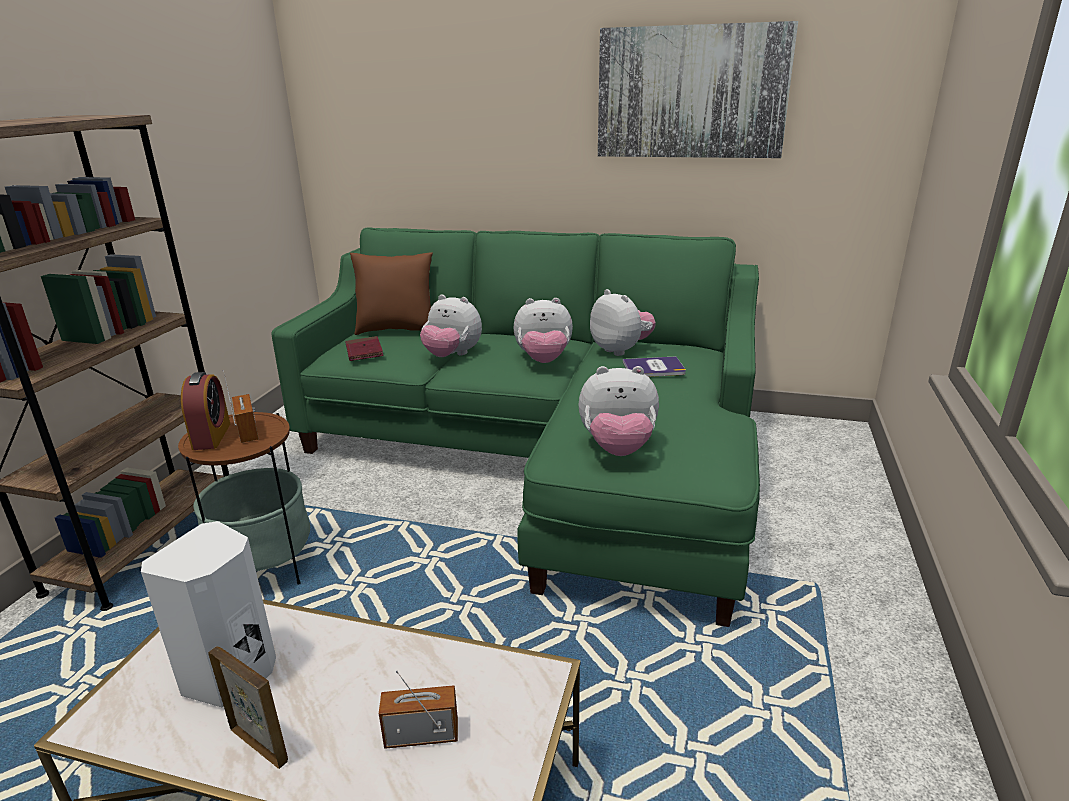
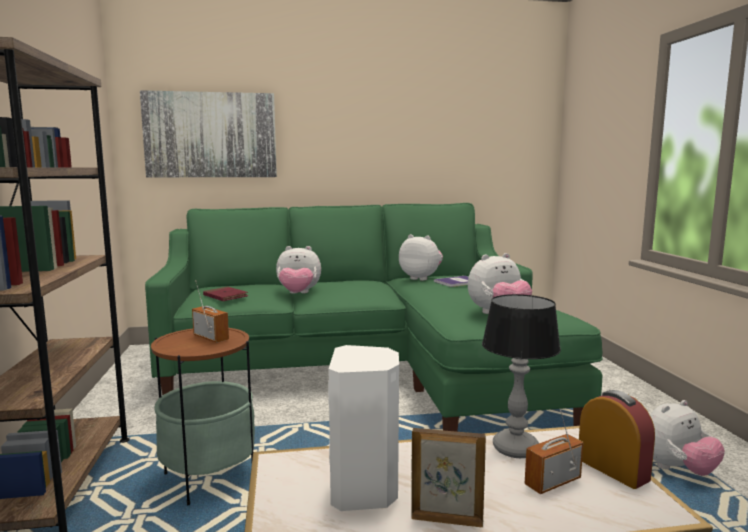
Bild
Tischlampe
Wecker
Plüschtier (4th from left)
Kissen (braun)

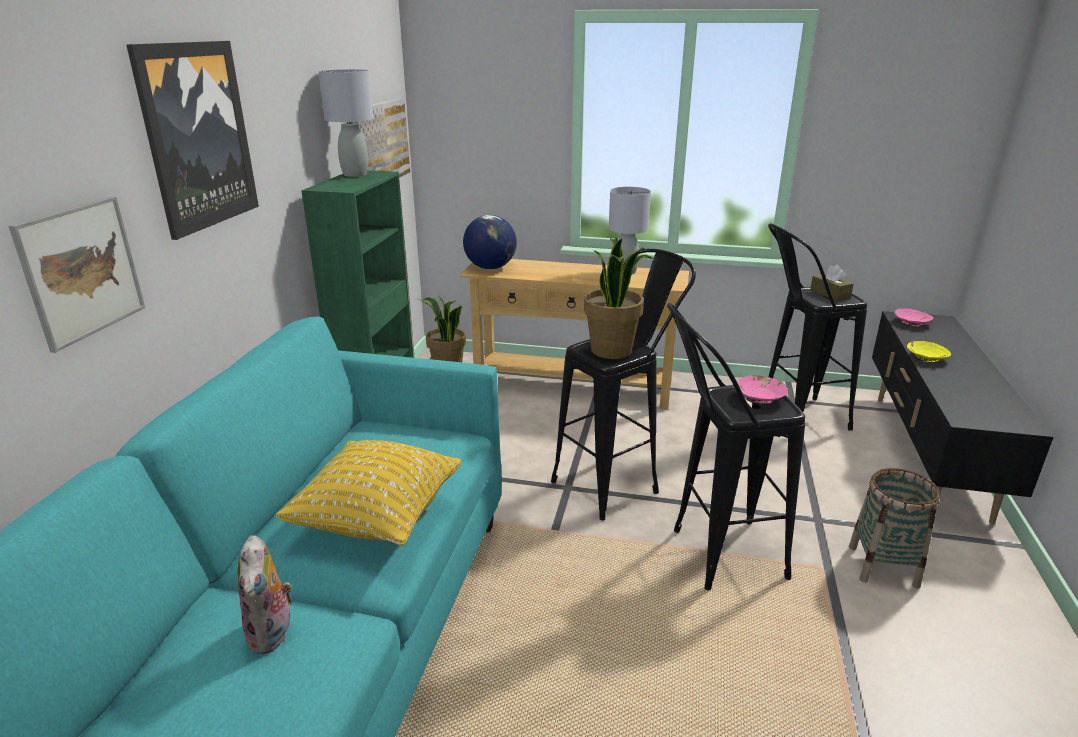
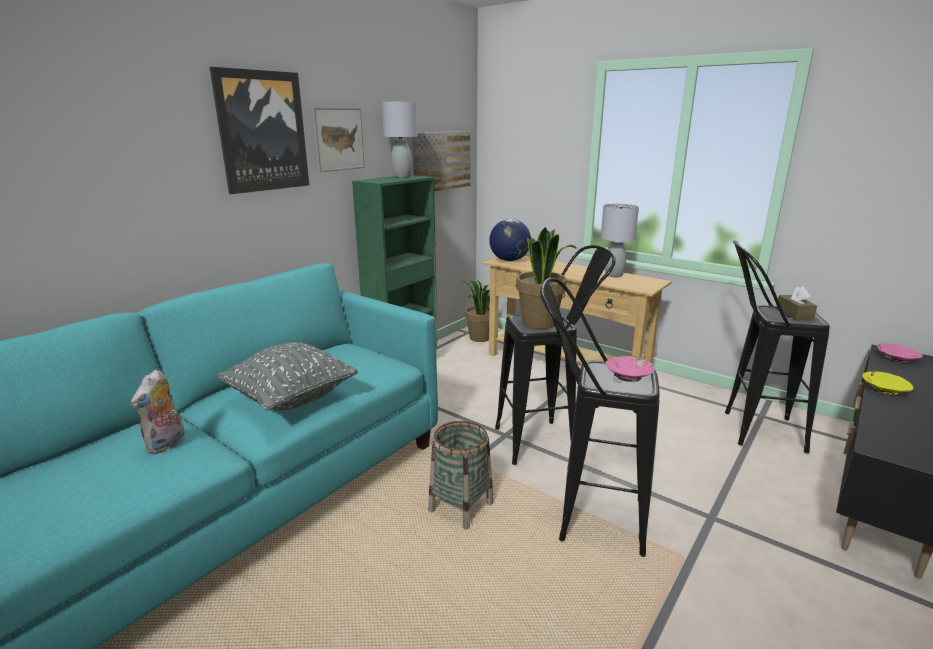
Kissen (grau)
Bild (2nd from left)
Korb

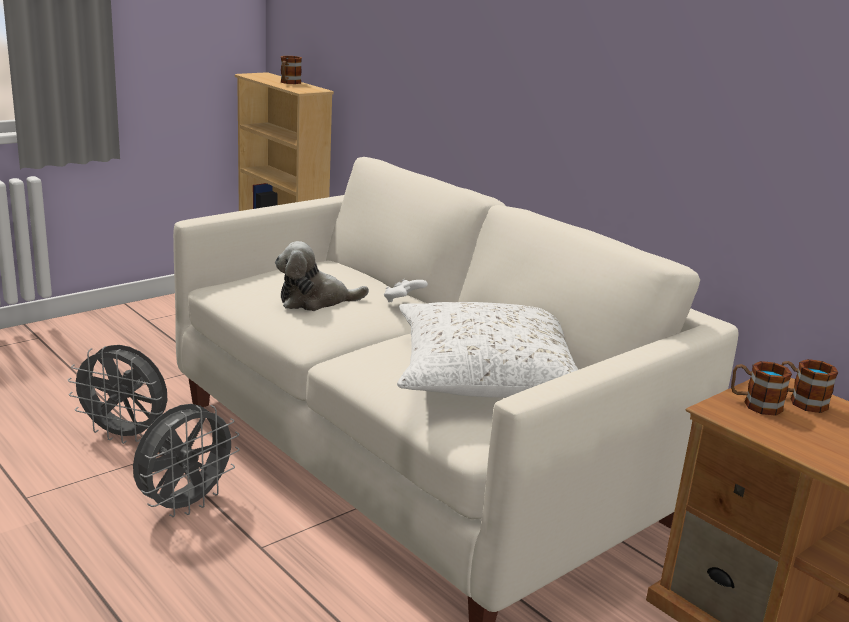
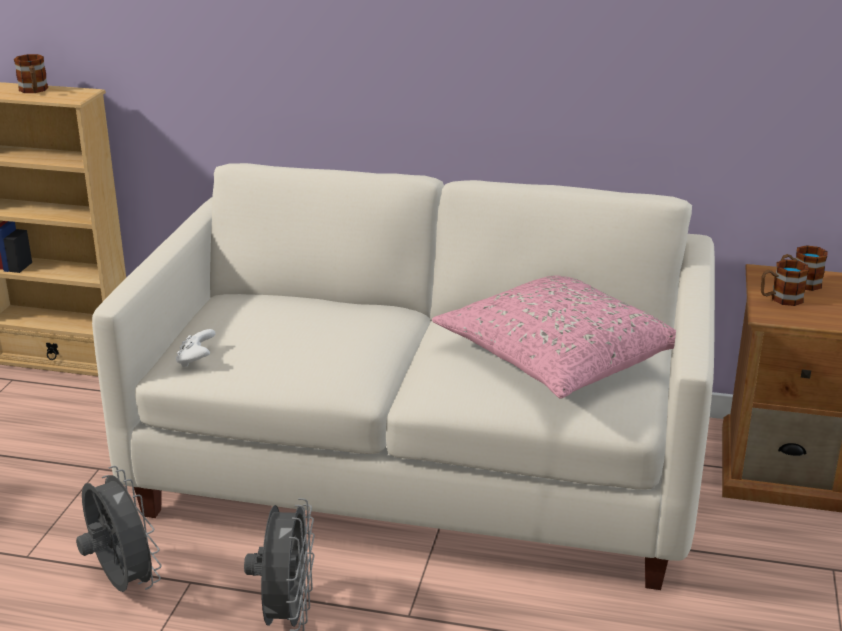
Ventilator (grau) (1st from left)
Gamepad (weiß)
Kissen (rosa)
Plüschtier

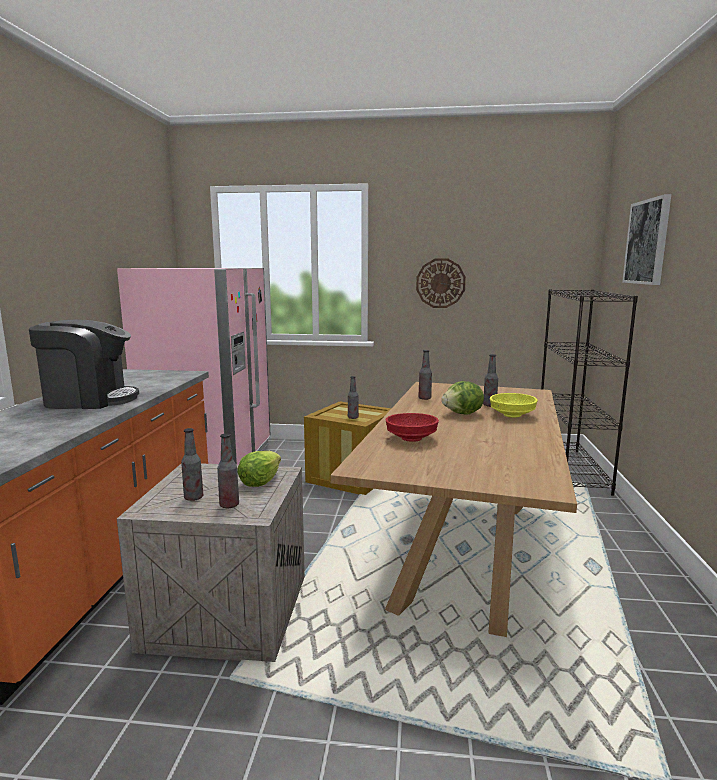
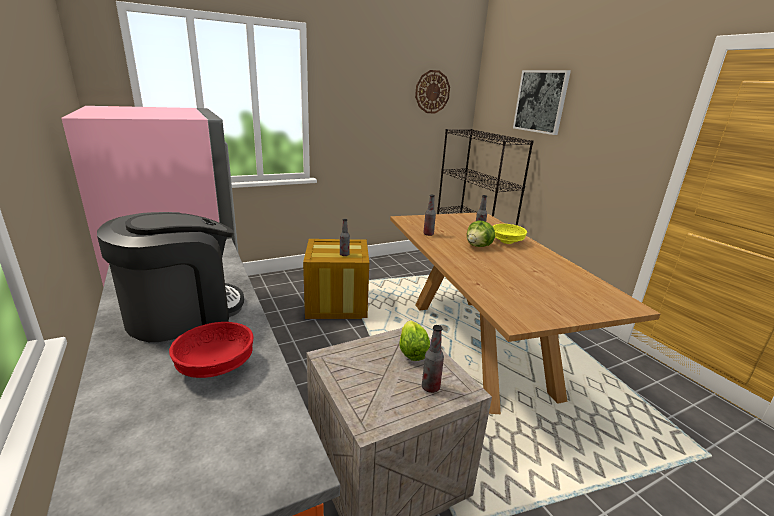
Schüssel (rot)
Wanduhr
Flasche (1st from left in the first image)

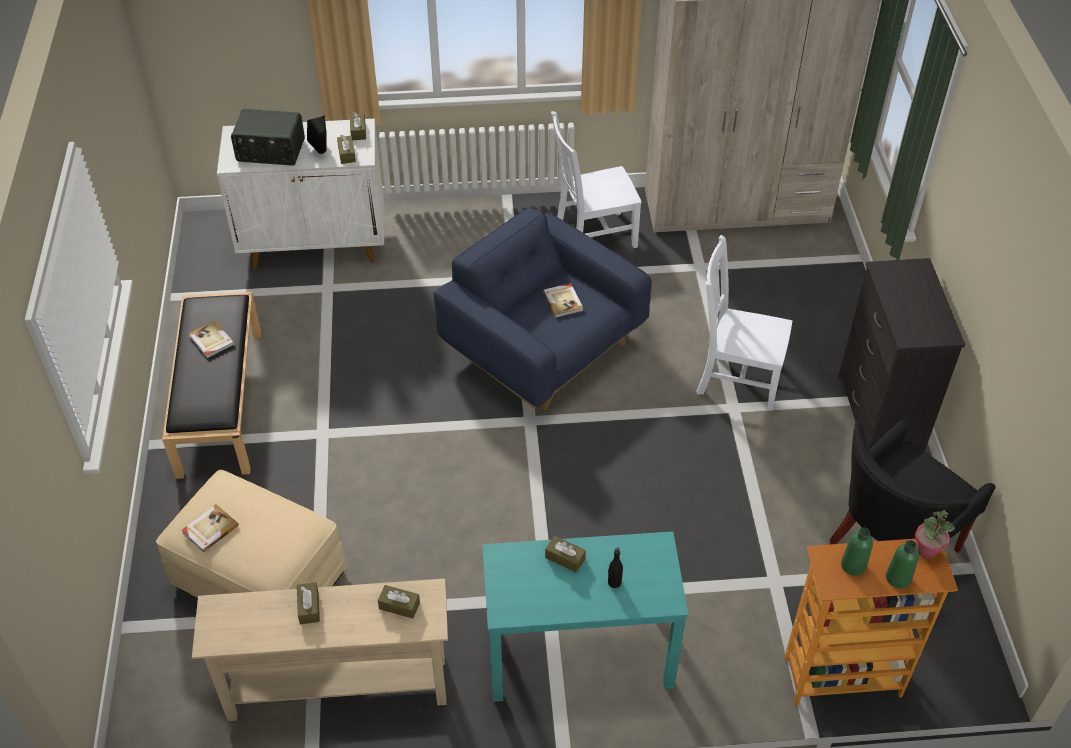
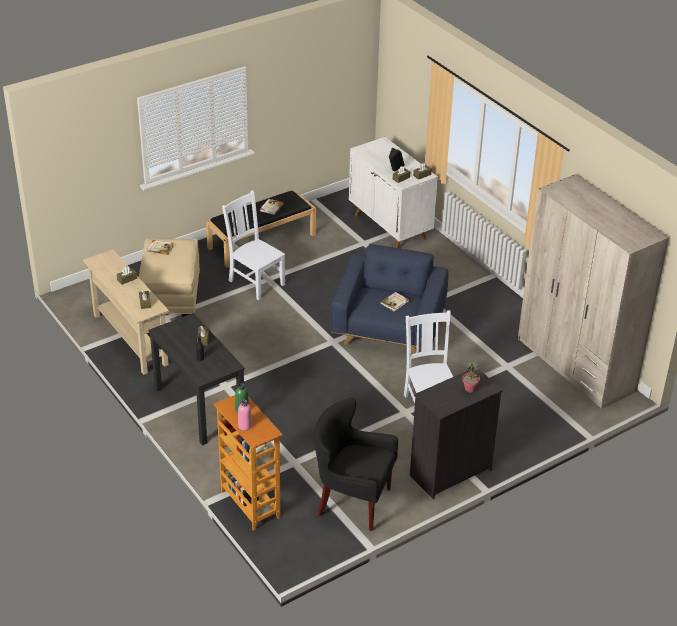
Schreibtisch (schwarz)
Stuhl (weiß) (1st from left)
Flasche (rosa)
Topfpflanze
Radio

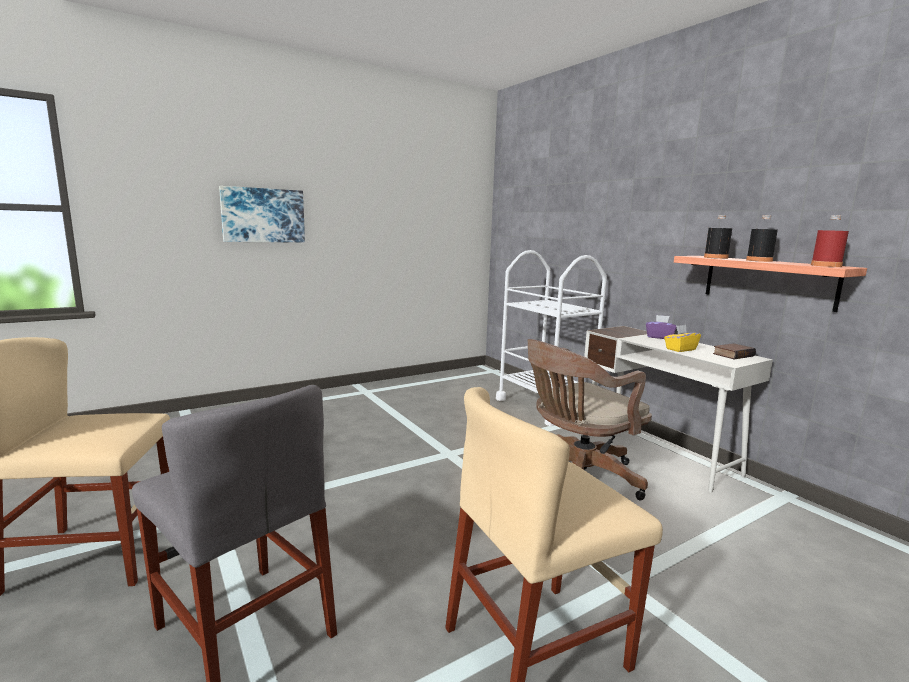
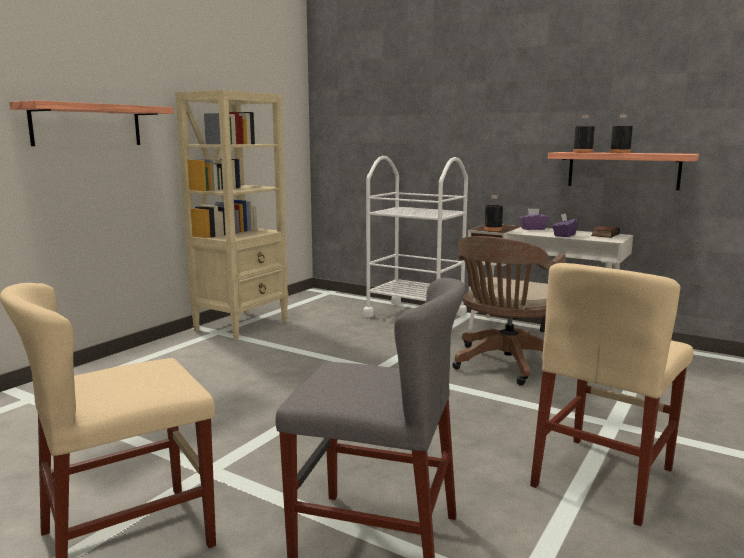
Wandregal (1st from left)
Bücherregal (beige)
Flasche (schwarz) (1st from left)
Taschentuchbox (lila) (2nd from left)
Flasche (rot)

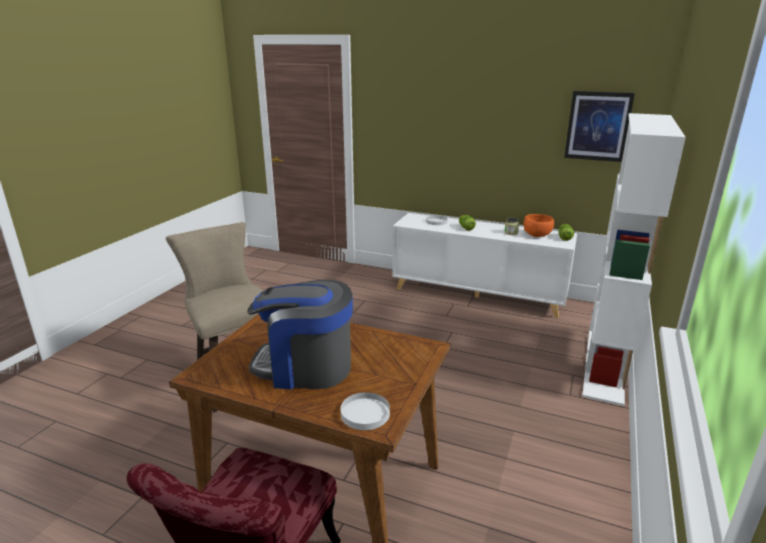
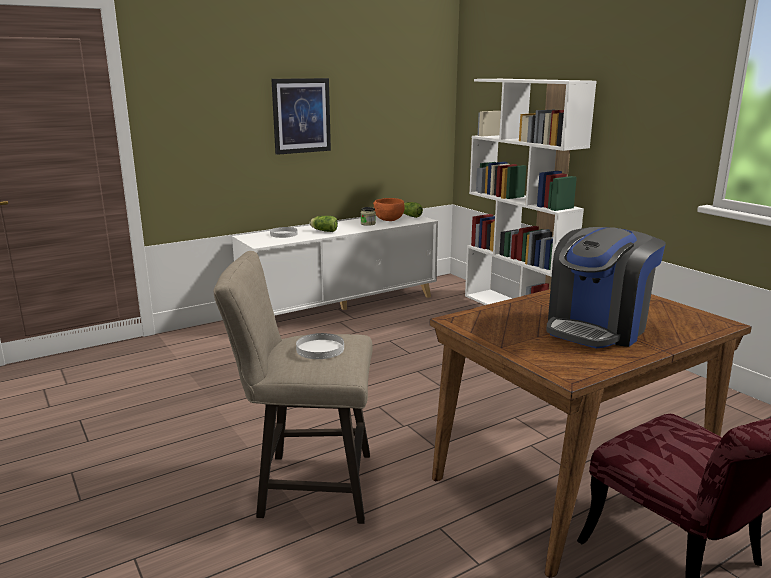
Bild
Teller (weiß) (2nd from left)

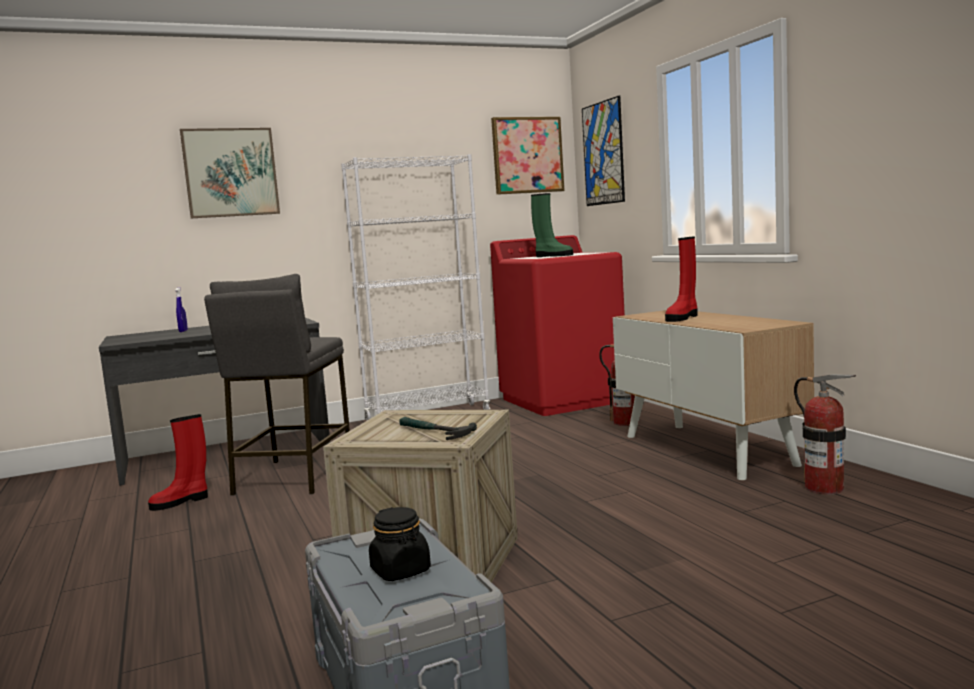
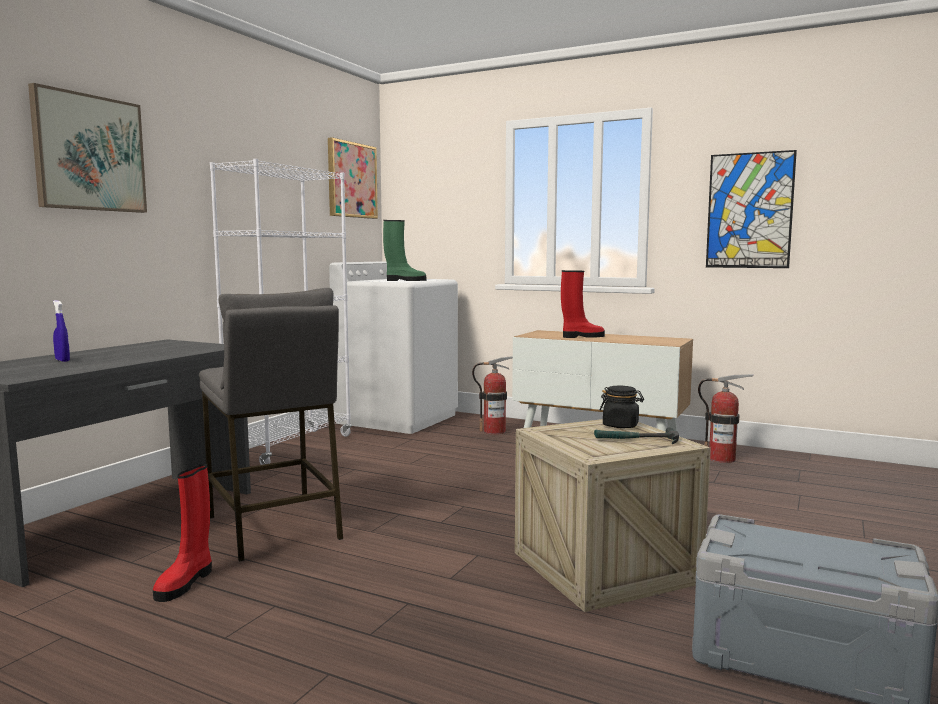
Waschmaschine (weiß)
Stiefel (rot) (2nd from left)
Vorratsglas (schwarz)
Bild (3rd from left)

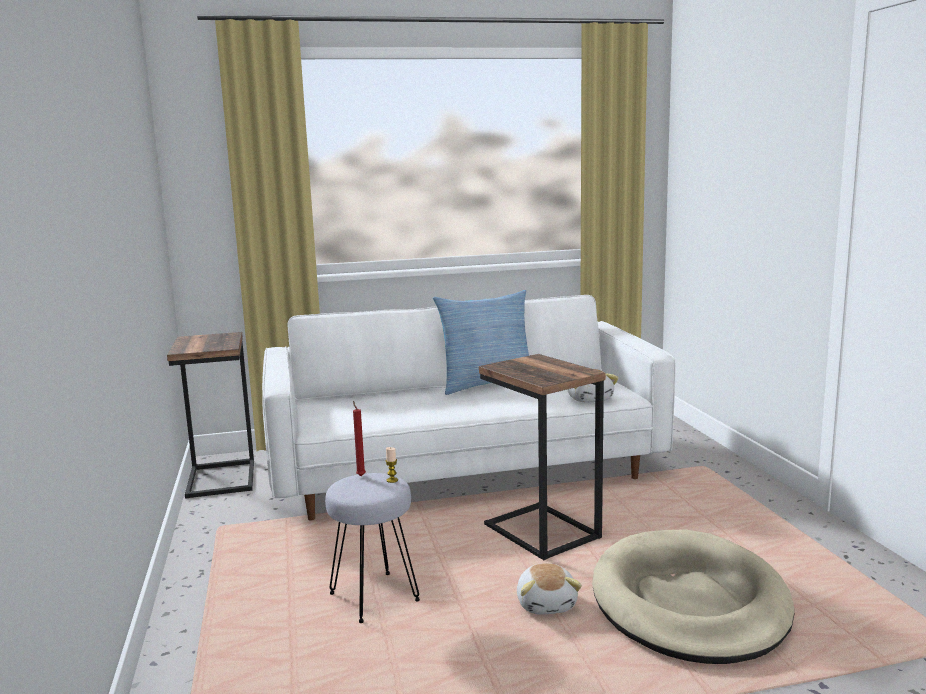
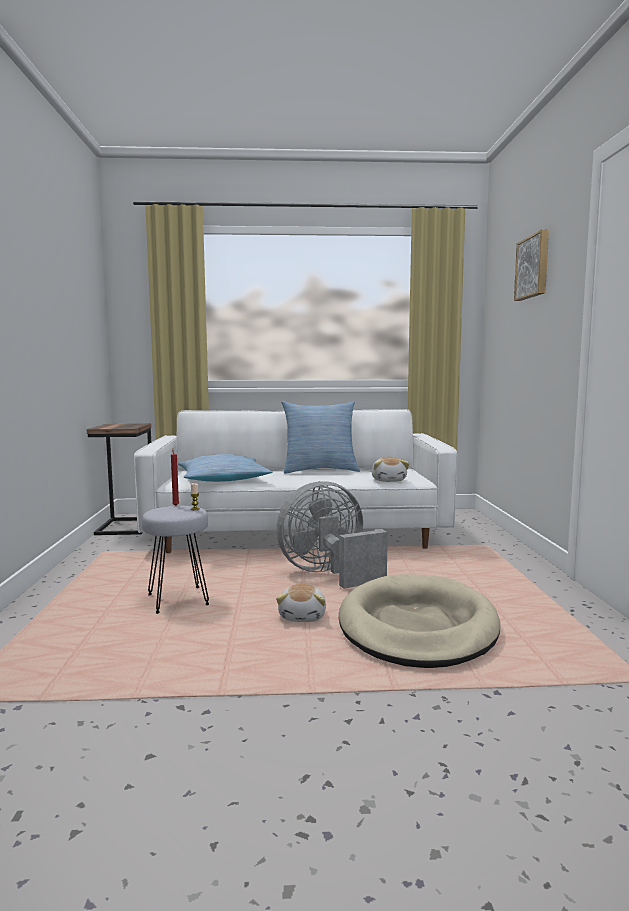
Kissen (1st from left)
Ventilator (grau)
Bild

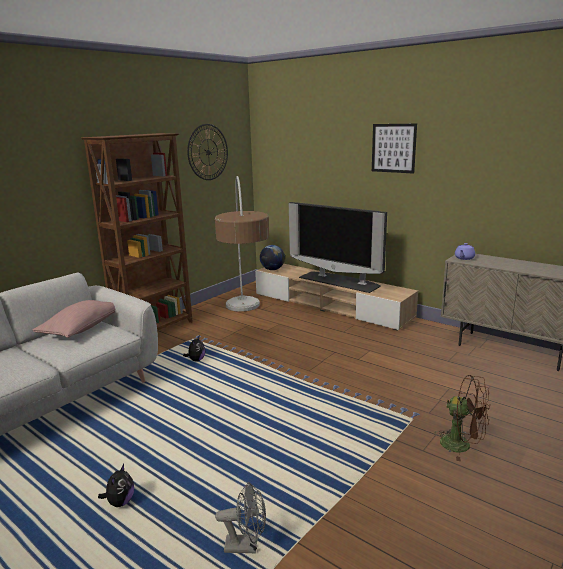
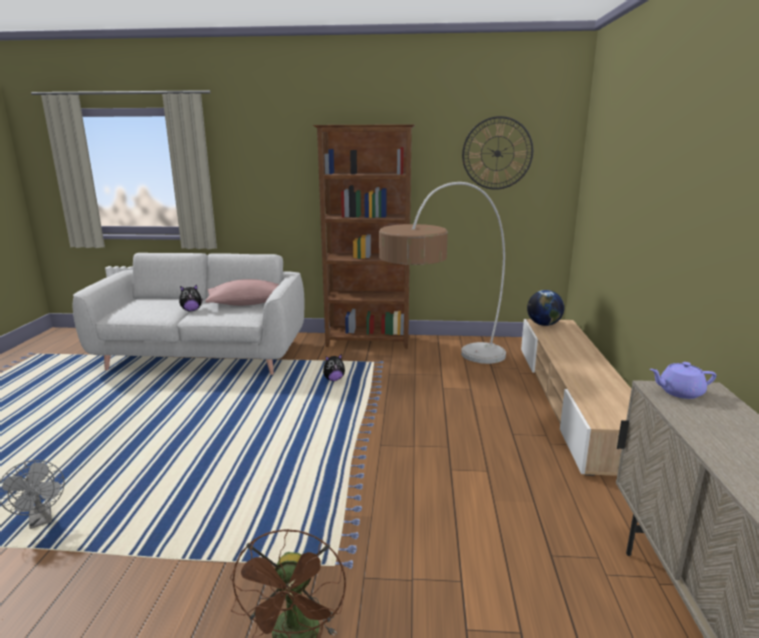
Plüschtier (1st from left)
Fernseher
Bild

